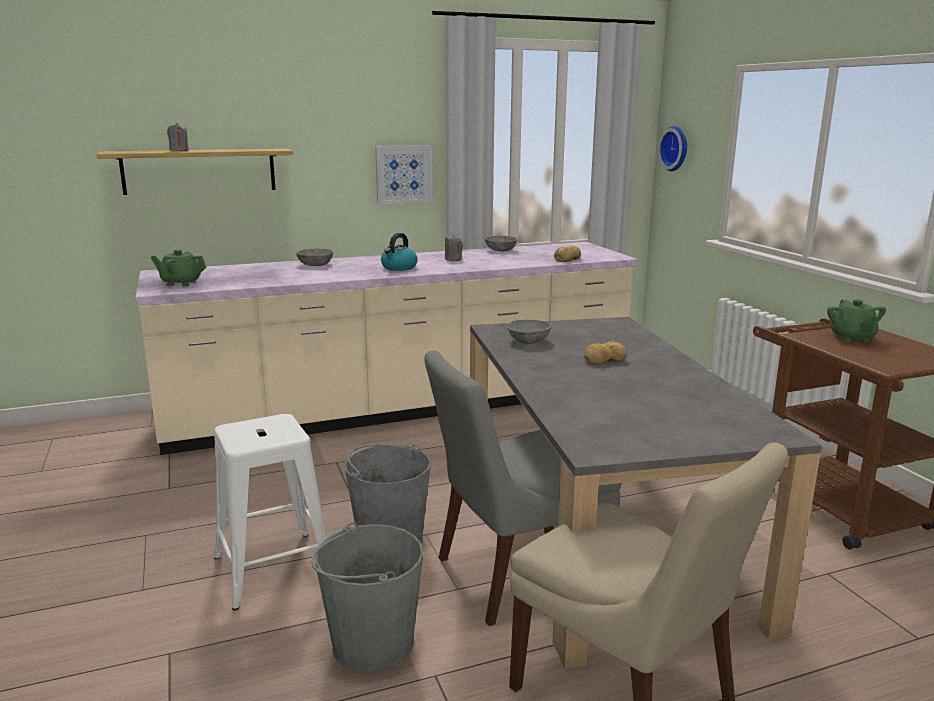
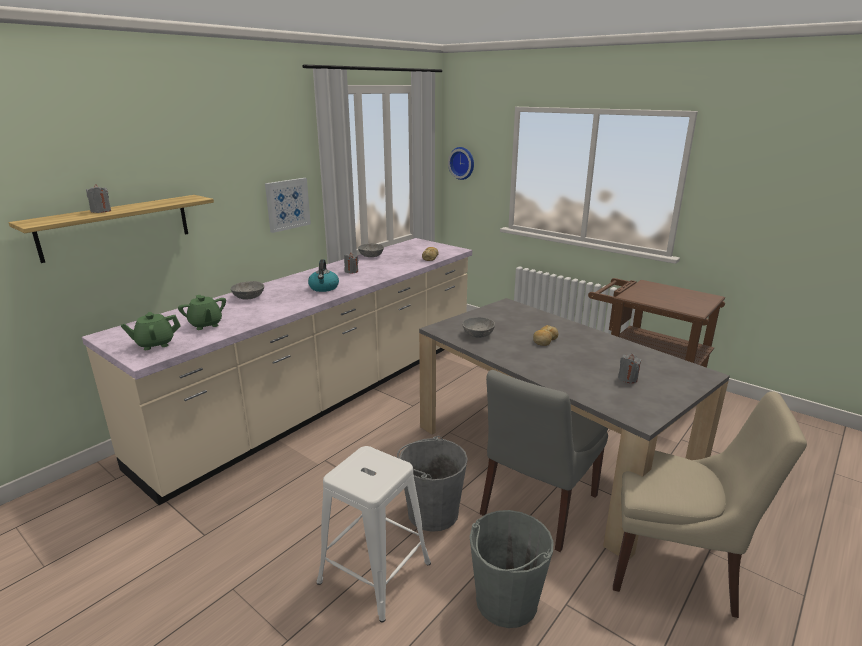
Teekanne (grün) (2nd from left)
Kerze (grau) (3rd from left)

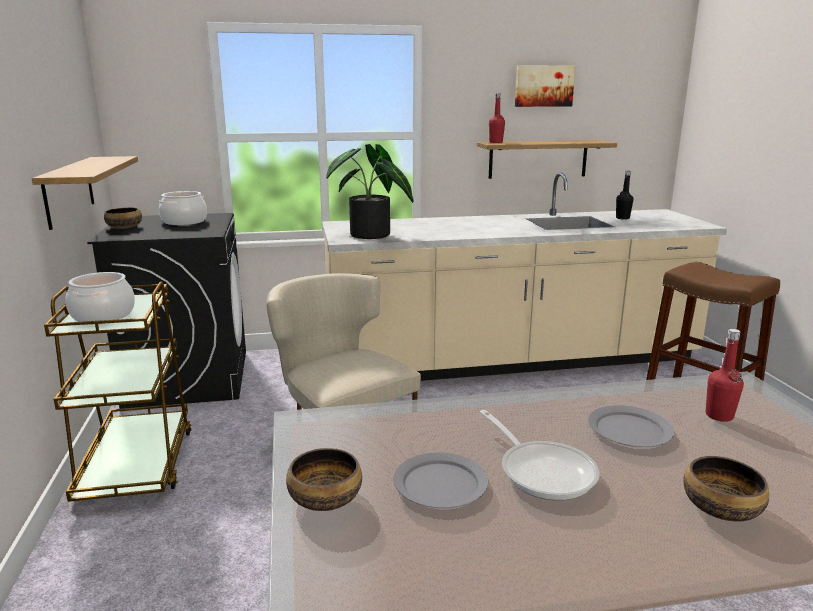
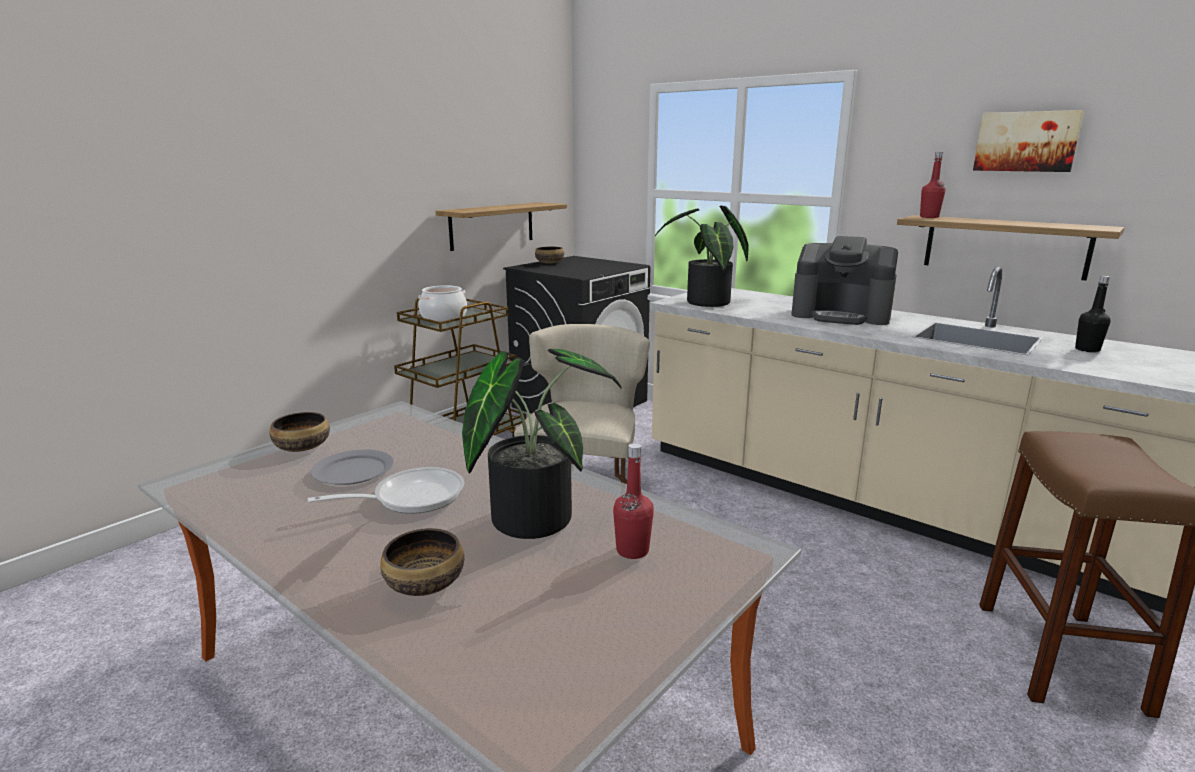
Pfanne
Topfpflanze (1st from left)
Kaffeemaschine
Kochtopf (2nd from left in the first image)

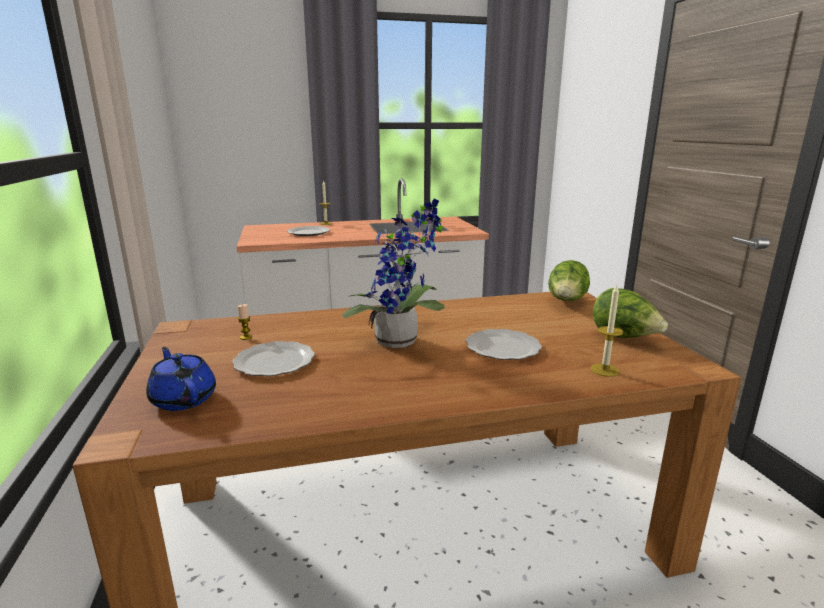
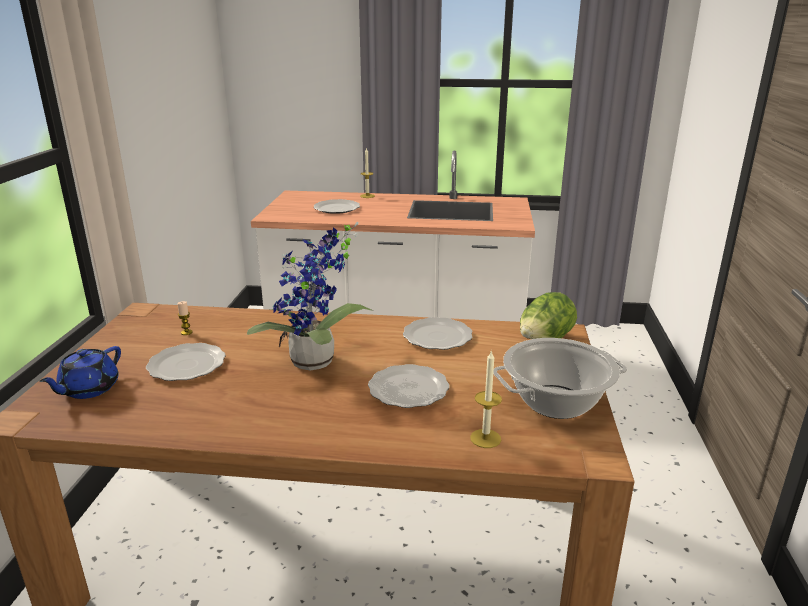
Teekanne (blau)
Teller (4th from left)
Kochtopf

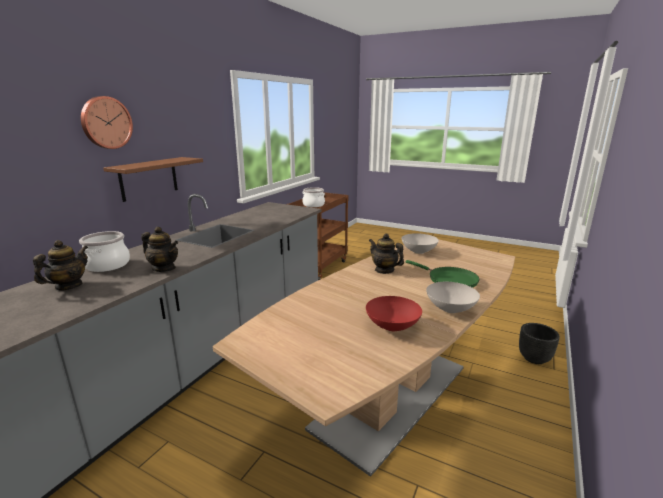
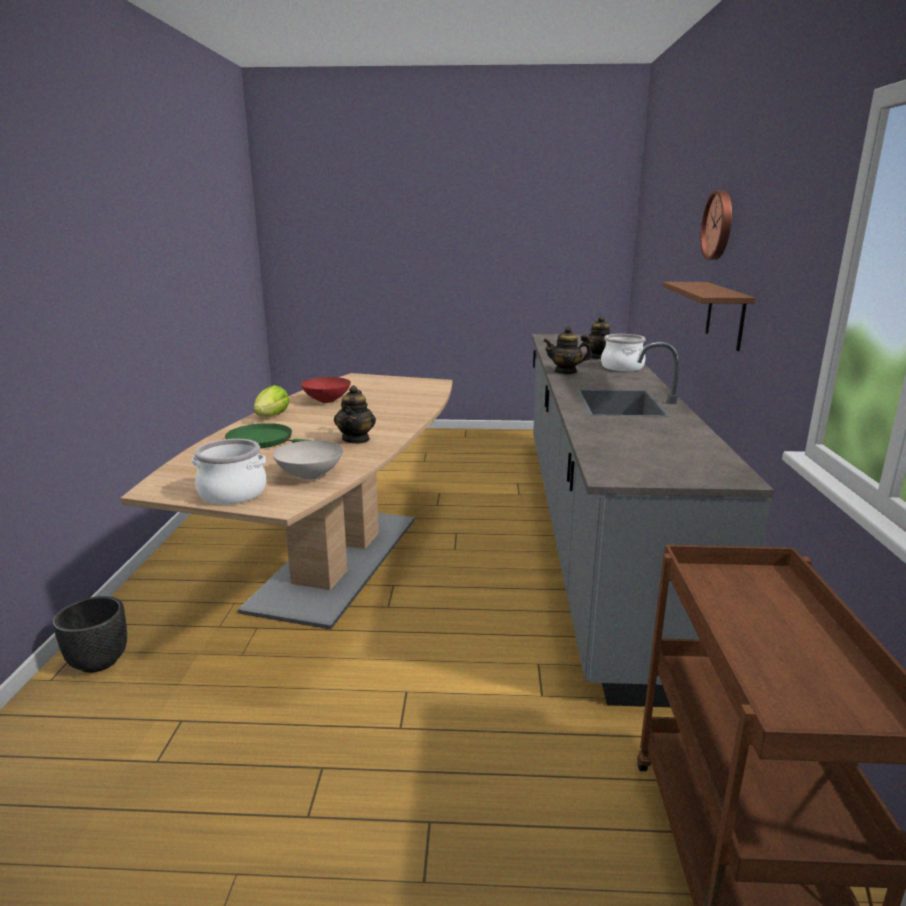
Kochtopf (1st from left)
Salatkopf
Teekanne (1st from left)

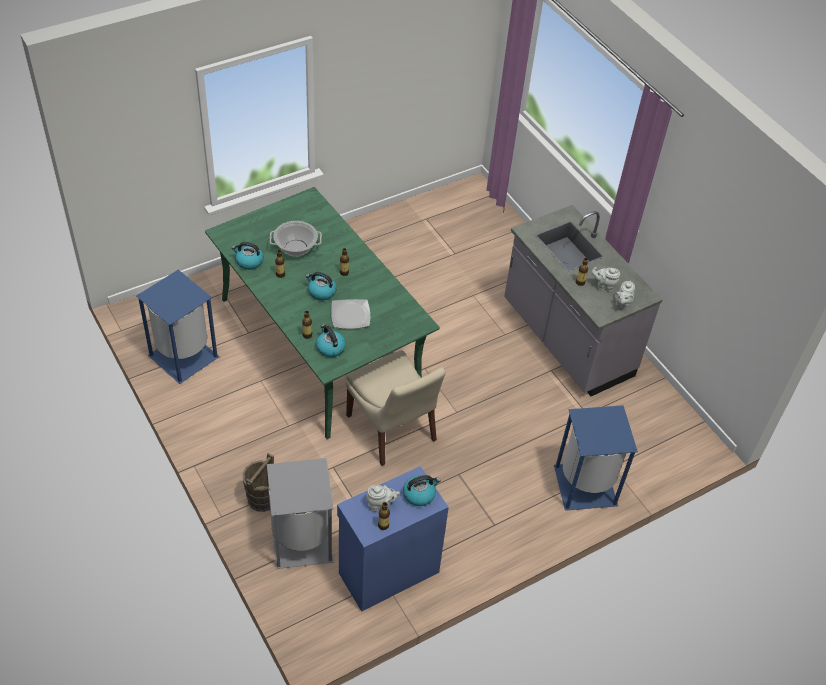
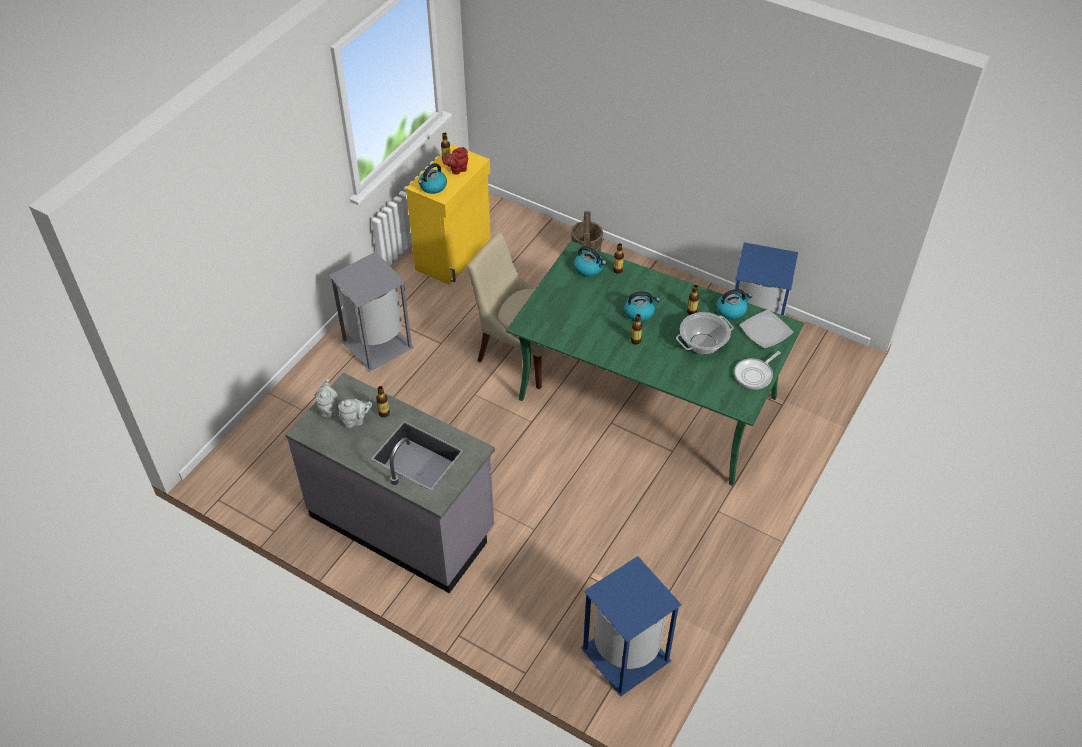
Mülleimer (grau)
Schrank (gelb)
Teekanne (rot)
Mülleimer (blau) (1st from left)
Pfanne
Teller

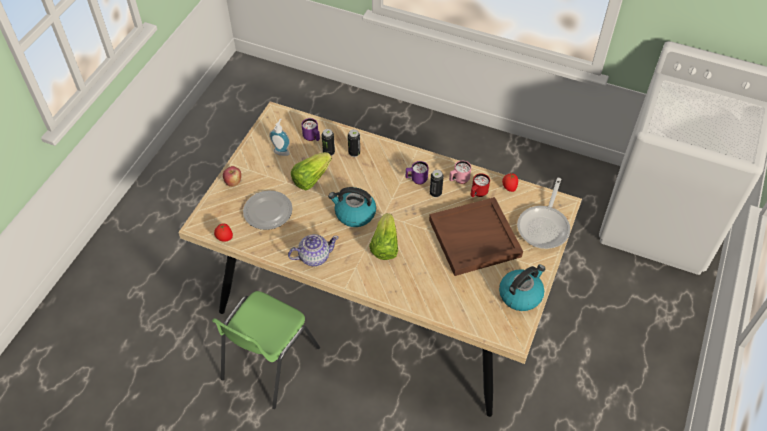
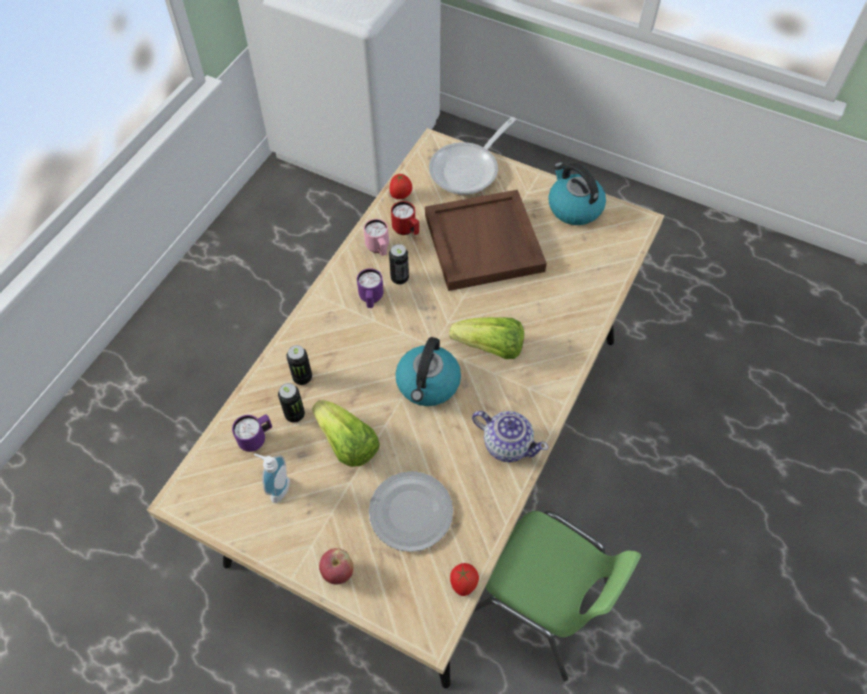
Pfanne
Teekanne

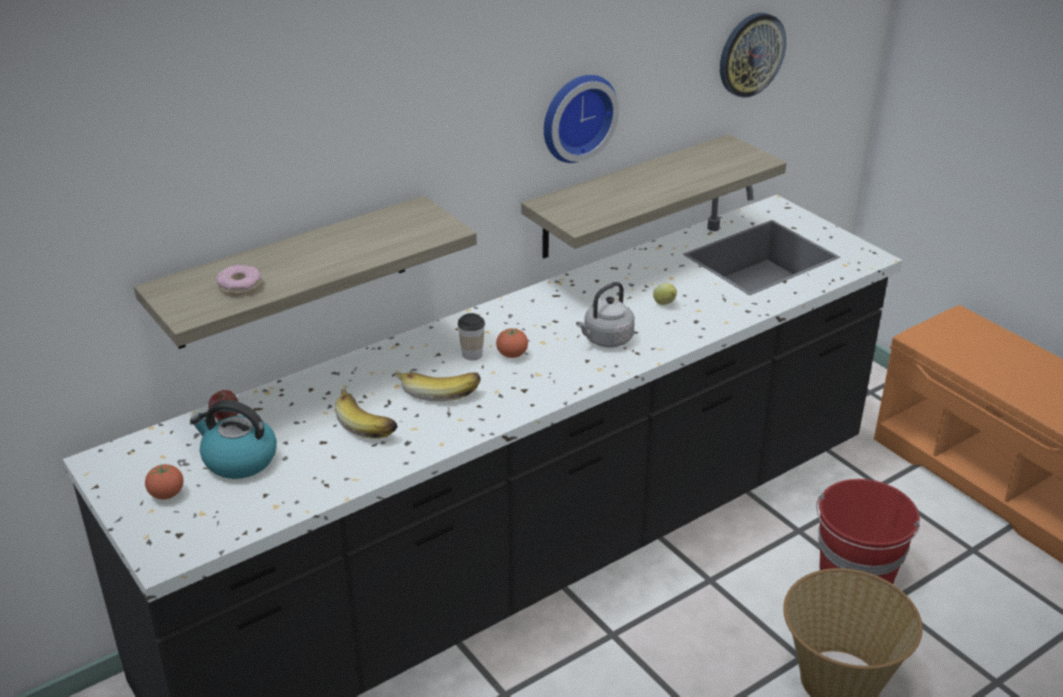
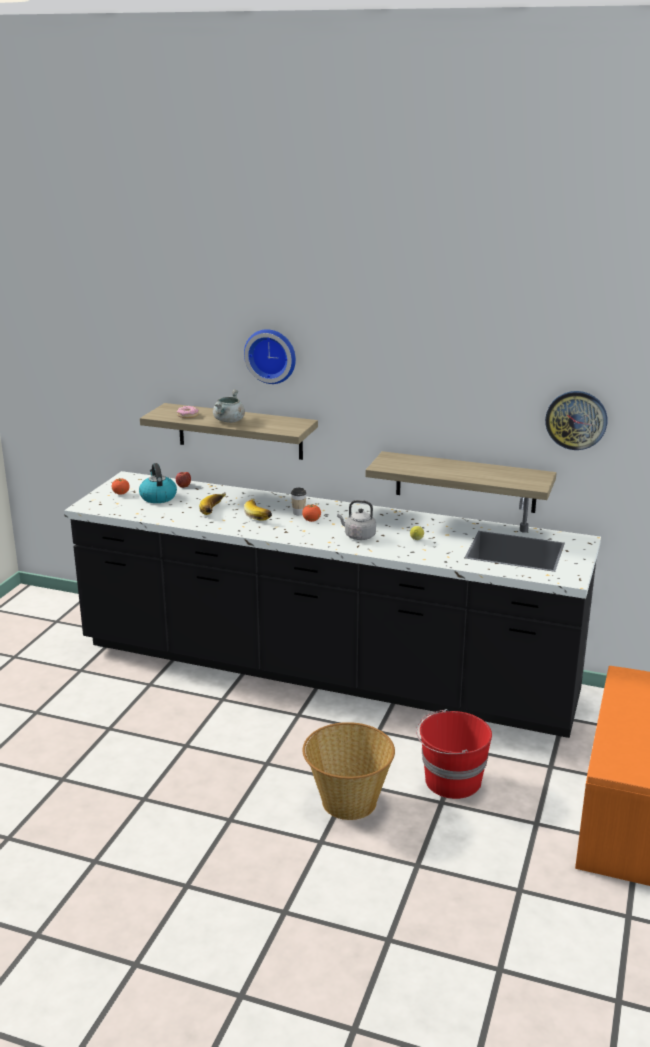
Kochtopf (grau)
Wanduhr (1st from left)

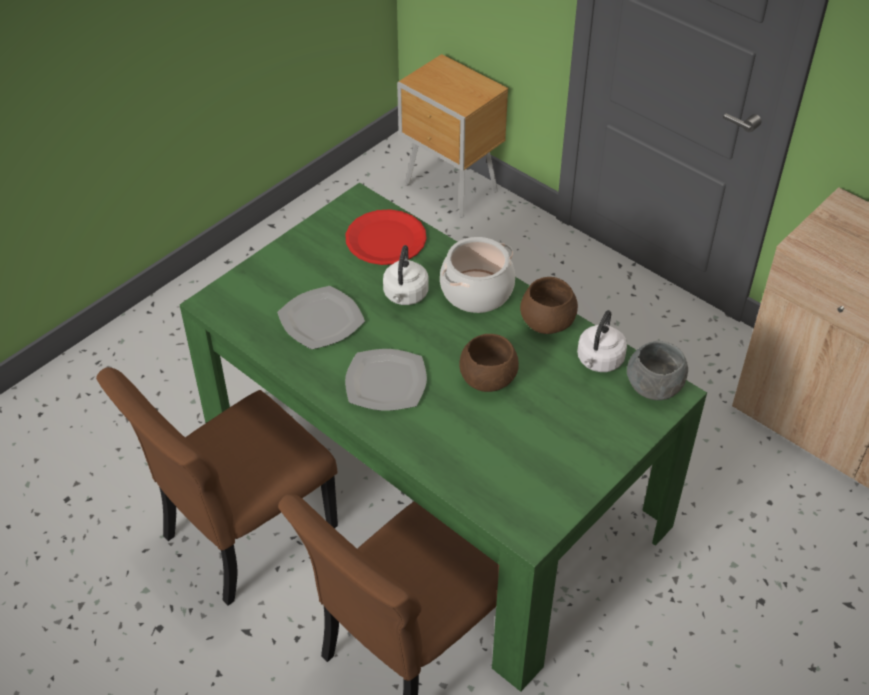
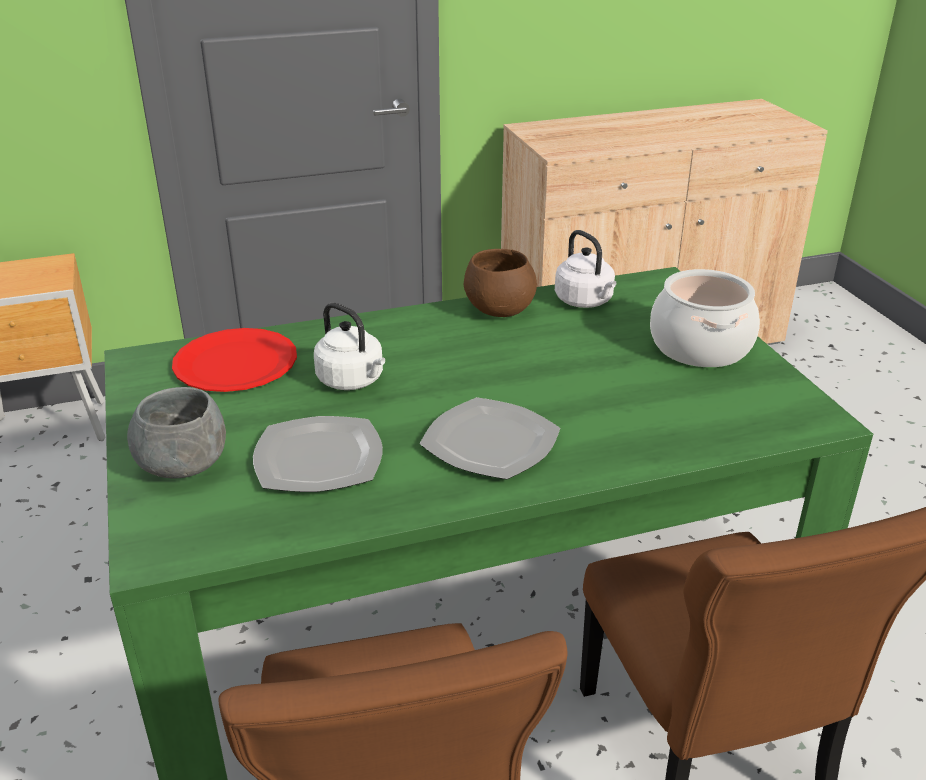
Schüssel (grau)
Kochtopf
Schüssel (braun) (1st from left in the first image)

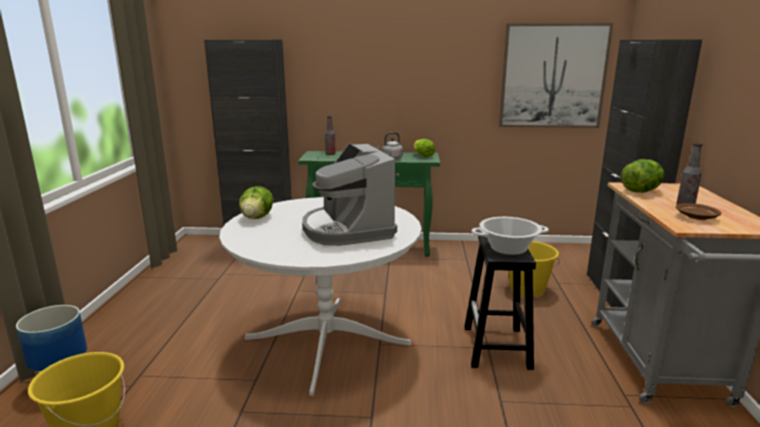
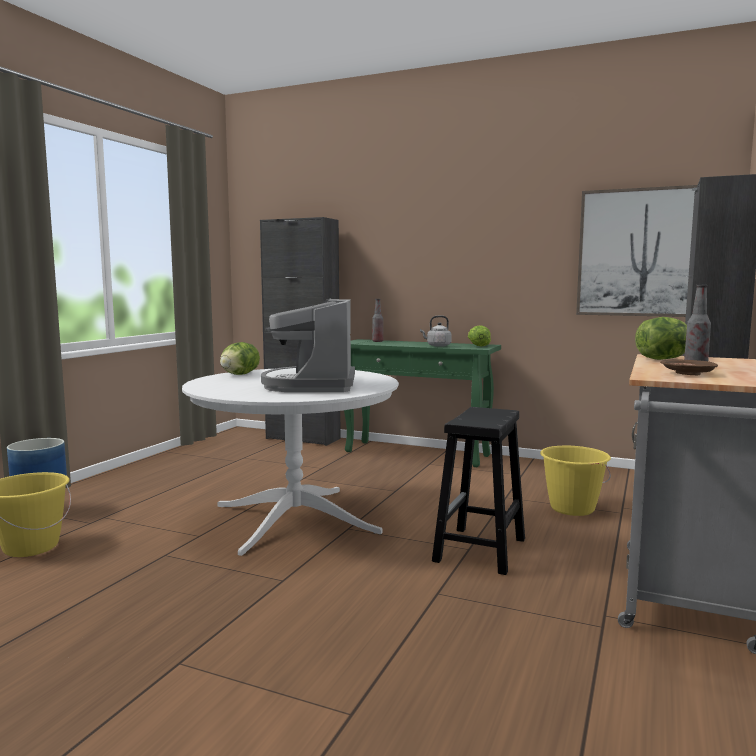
Kochtopf

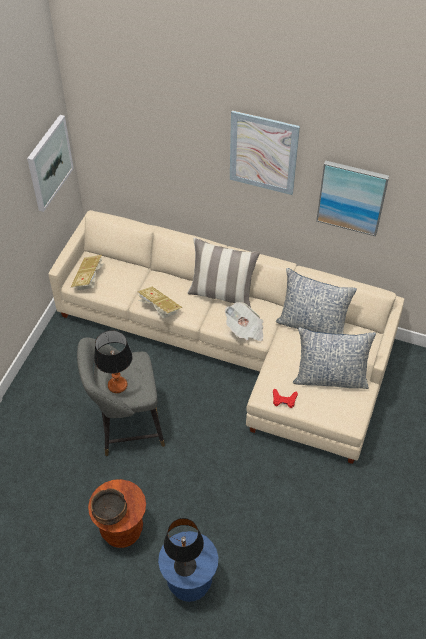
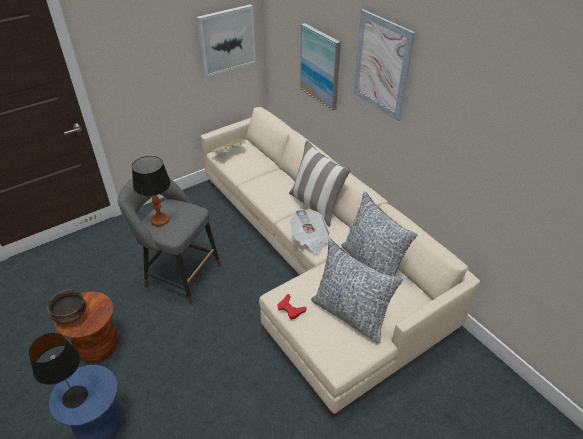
Bild (2nd from left)
Buch (2nd from left in the first image)

